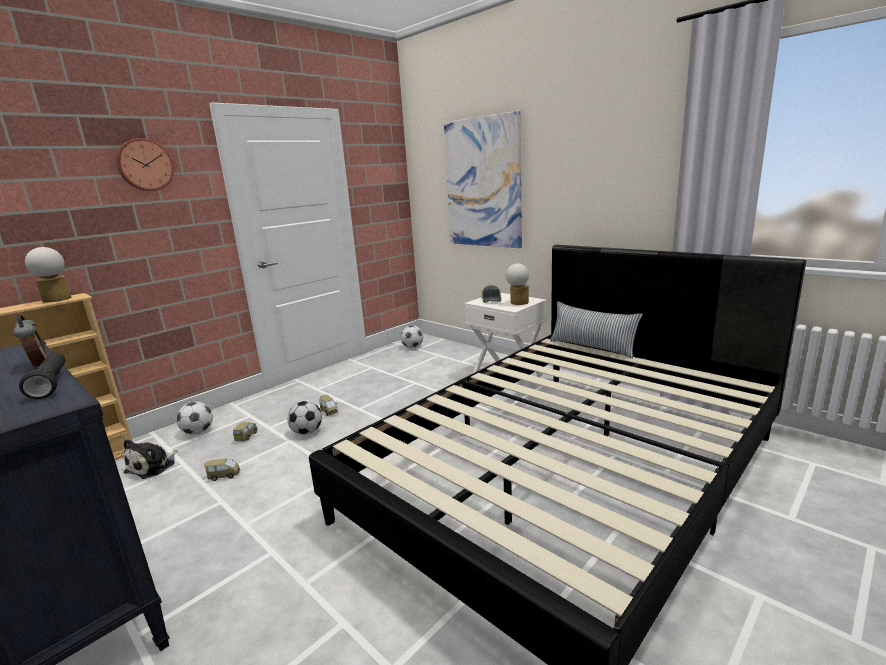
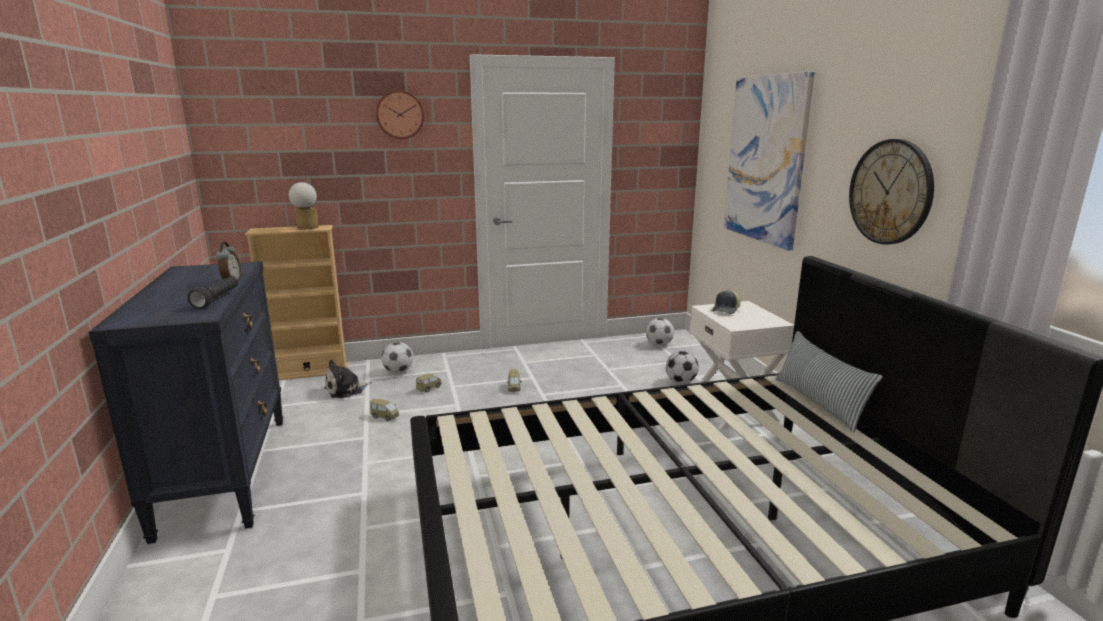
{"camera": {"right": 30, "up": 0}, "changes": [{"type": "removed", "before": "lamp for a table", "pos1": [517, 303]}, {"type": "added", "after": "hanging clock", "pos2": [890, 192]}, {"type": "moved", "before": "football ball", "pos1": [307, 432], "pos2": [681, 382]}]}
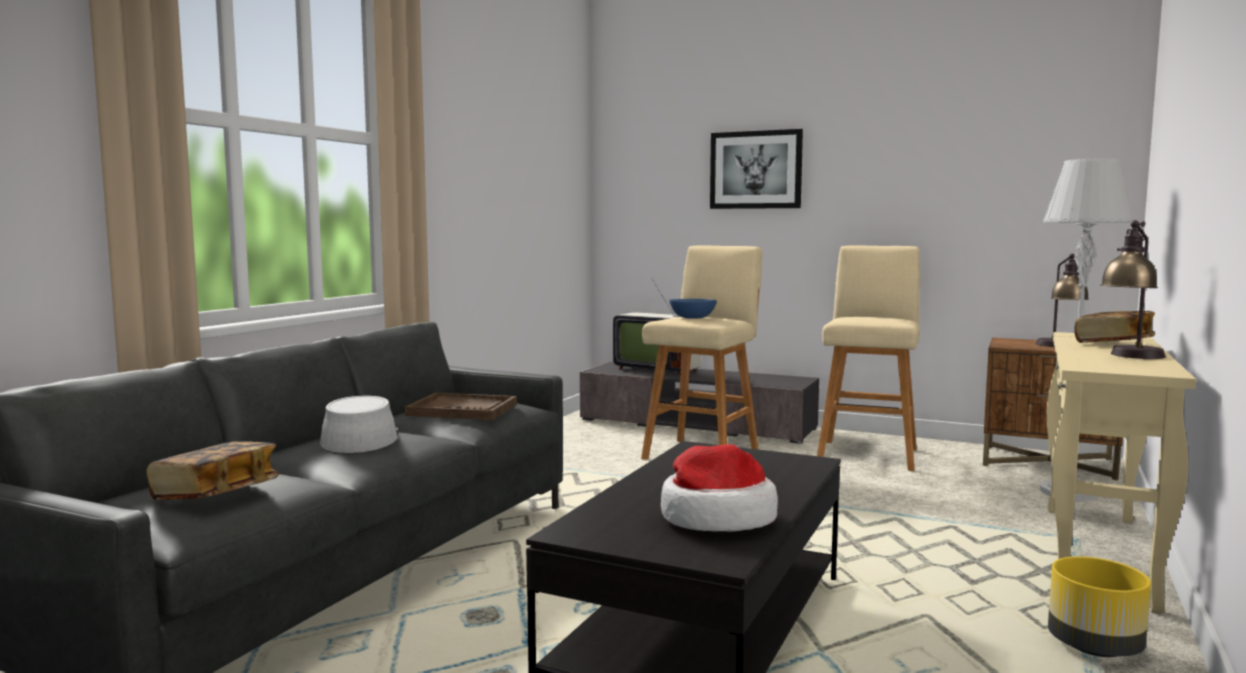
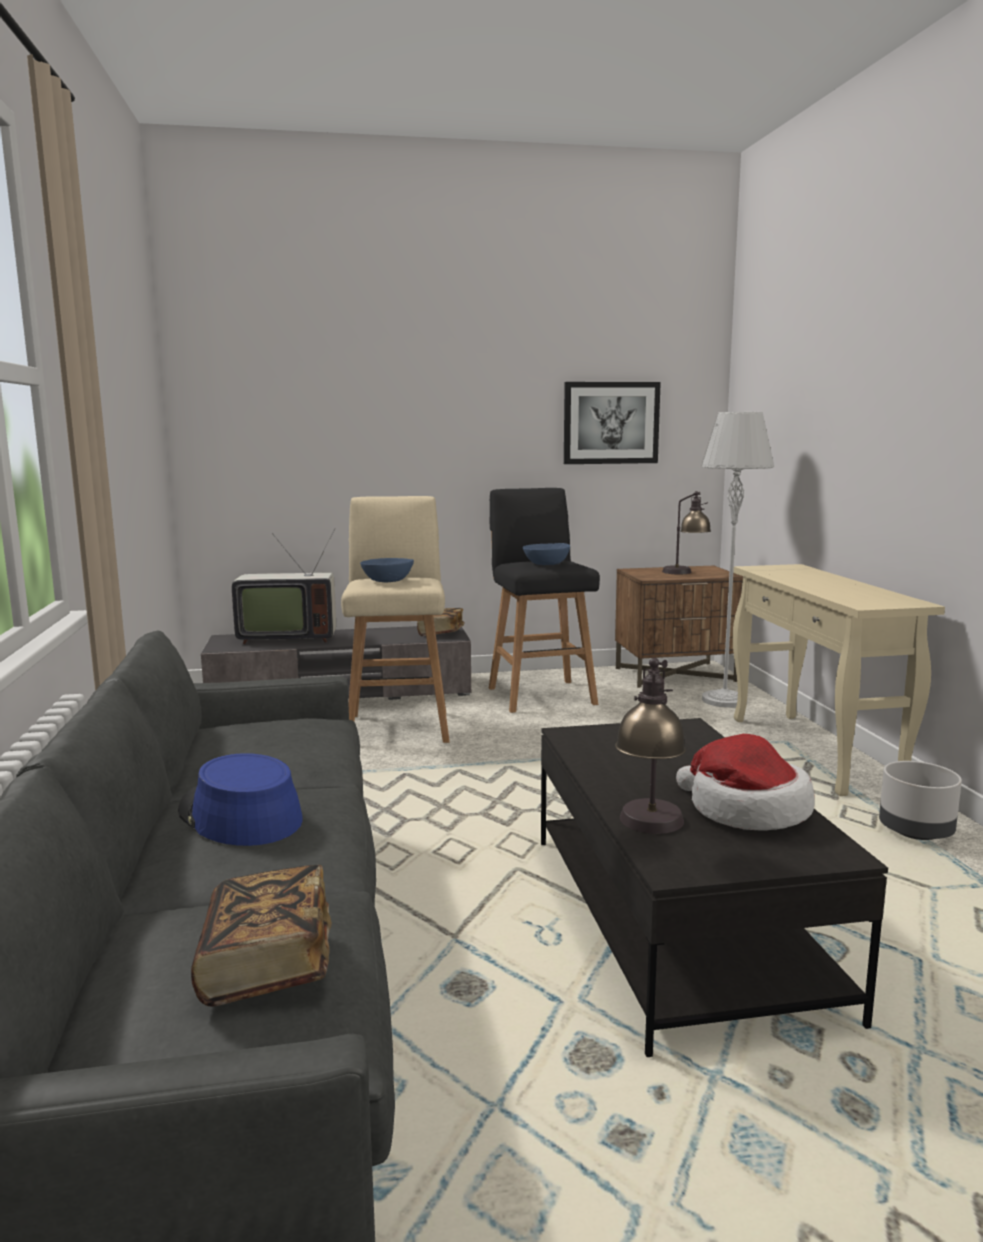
{"camera": {"right": -35, "up": 5}, "changes": [{"type": "removed", "before": "brownish carrying tray", "pos1": [463, 410]}, {"type": "added", "after": "bluish bowl", "pos2": [546, 564]}, {"type": "moved", "before": "wall art", "pos1": [755, 170], "pos2": [611, 423]}, {"type": "moved", "before": "volume", "pos1": [1113, 344], "pos2": [441, 633]}, {"type": "moved", "before": "lamp for a table", "pos1": [1130, 357], "pos2": [649, 830]}, {"type": "recoloured", "before": "greyish clothing hat", "after": "bluish clothing hat", "pos1": [360, 438], "pos2": [239, 815]}, {"type": "recoloured", "before": "beige stool", "after": "black-coloured stool", "pos1": [868, 454], "pos2": [540, 695]}, {"type": "recoloured", "before": "yellowish flower pot", "after": "greyish flower pot", "pos1": [1095, 648], "pos2": [916, 833]}]}
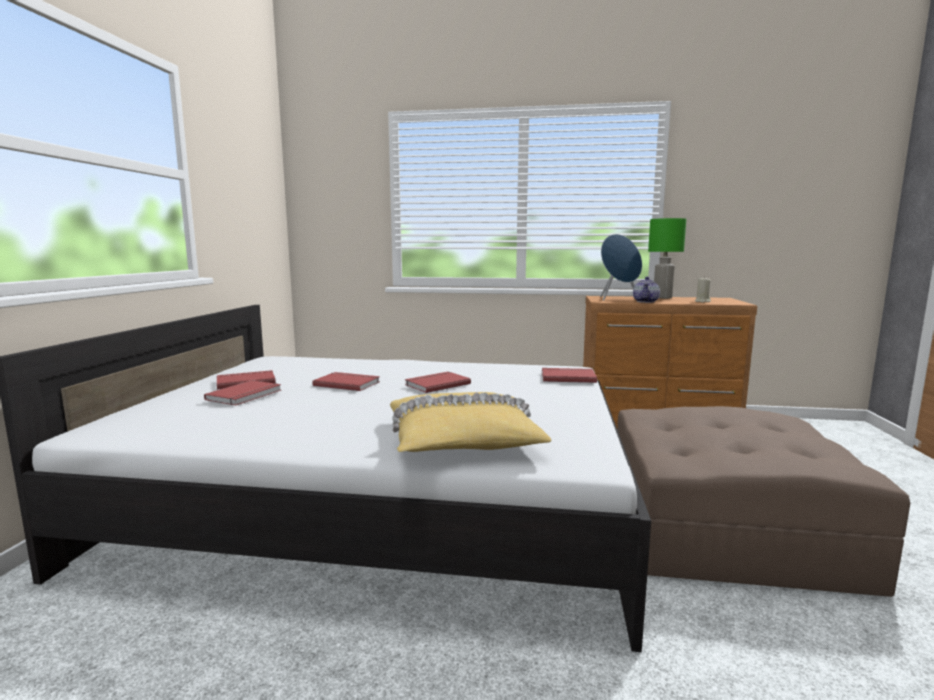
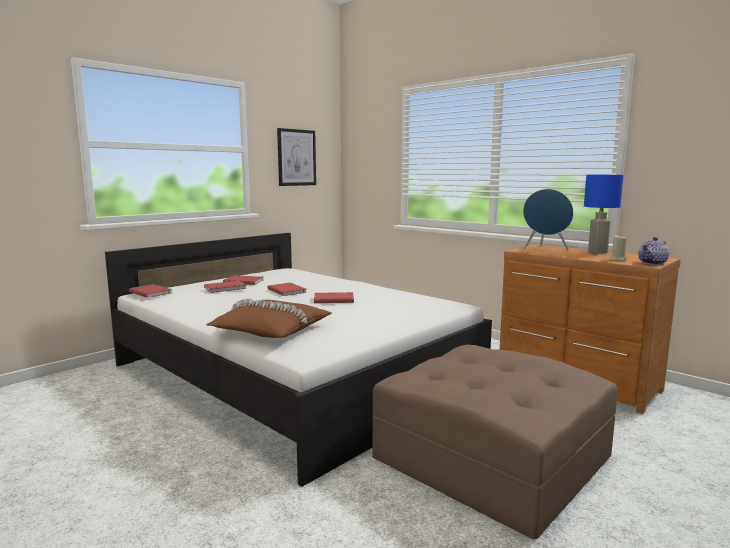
{"camera": {"right": 35, "up": 0}, "changes": [{"type": "added", "after": "wall art", "pos2": [296, 157]}, {"type": "moved", "before": "red-coloured volume", "pos1": [567, 377], "pos2": [151, 292]}, {"type": "moved", "before": "pot for tea", "pos1": [646, 301], "pos2": [653, 263]}, {"type": "recoloured", "before": "yellowish cushion", "after": "brownish cushion", "pos1": [463, 439], "pos2": [270, 330]}, {"type": "recoloured", "before": "green lamp for a table", "after": "bluish lamp for a table", "pos1": [663, 298], "pos2": [598, 252]}]}
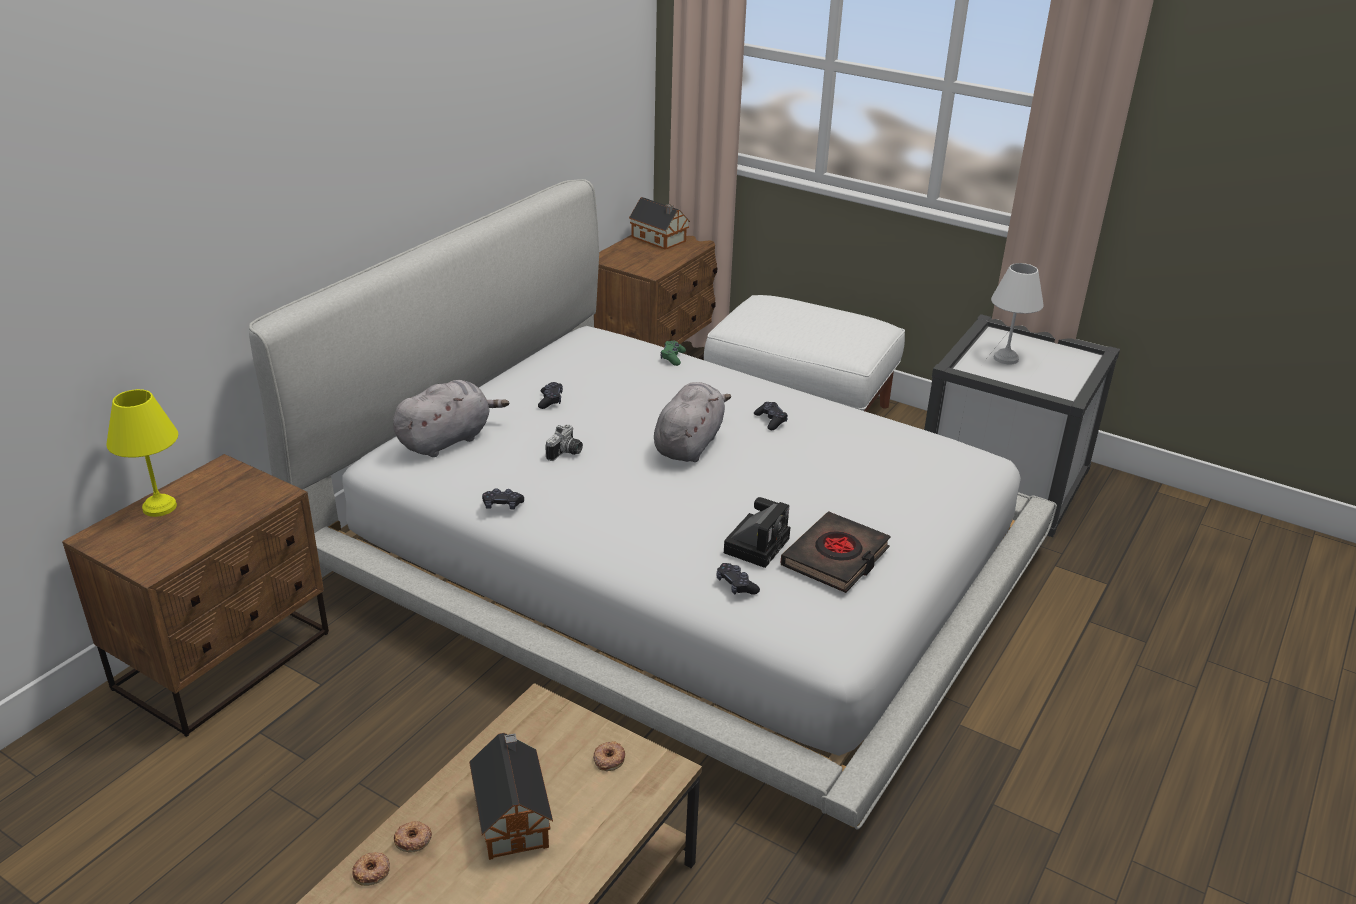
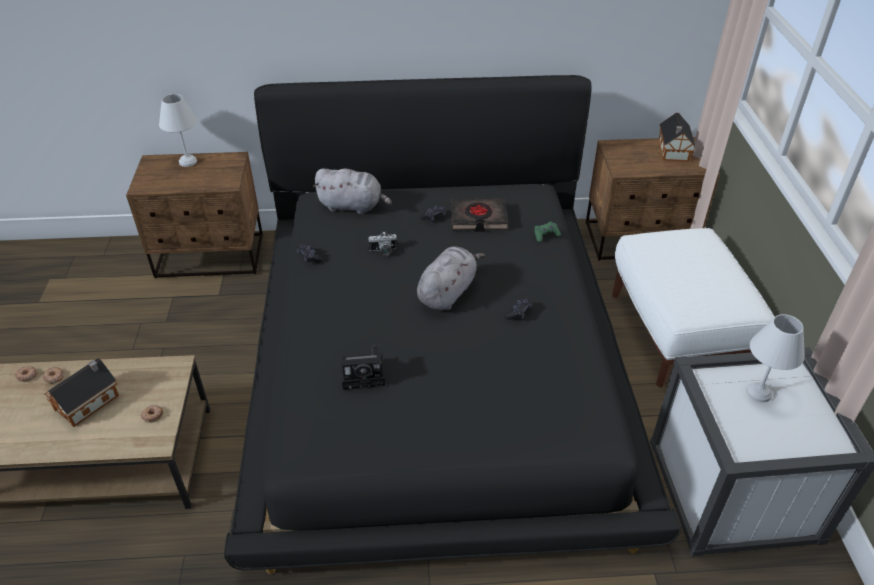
{"camera": {"right": 55, "up": 10}, "changes": [{"type": "removed", "before": "black-coloured joypad", "pos1": [736, 585]}, {"type": "moved", "before": "black-coloured volume", "pos1": [836, 558], "pos2": [478, 218]}, {"type": "recoloured", "before": "yellowish lamp for a table", "after": "white lamp for a table", "pos1": [158, 507], "pos2": [187, 161]}, {"type": "recoloured", "before": "white bedroom bed", "after": "black-coloured bedroom bed", "pos1": [674, 562], "pos2": [437, 363]}, {"type": "turned", "before": "greyish soft toy", "pos1": [689, 444], "pos2": [447, 292], "turn": -45}]}
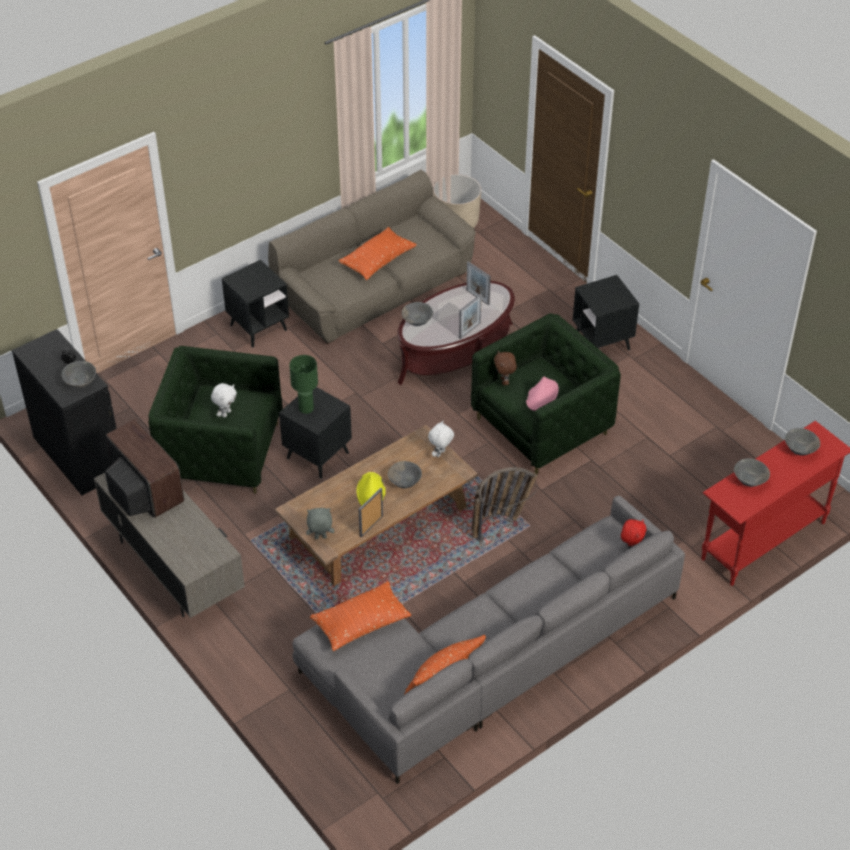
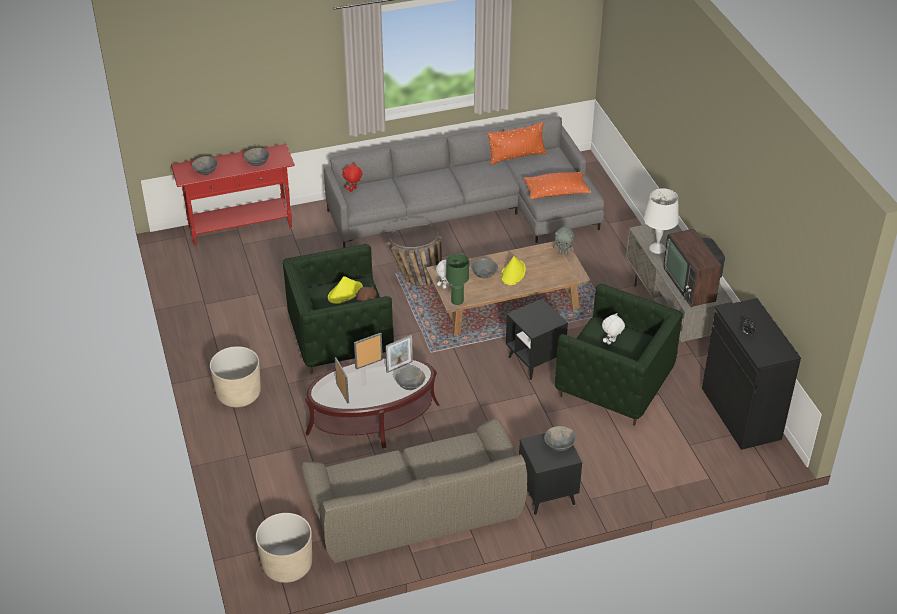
{"camera": {"right": -160, "up": -5}, "changes": [{"type": "removed", "before": "orangey cushion", "pos1": [378, 261]}, {"type": "added", "after": "white lamp for a table", "pos2": [657, 248]}, {"type": "moved", "before": "greyish bowl", "pos1": [80, 381], "pos2": [560, 445]}, {"type": "moved", "before": "green lamp for a table", "pos1": [306, 408], "pos2": [457, 301]}, {"type": "moved", "before": "standing frame", "pos1": [371, 526], "pos2": [399, 366]}, {"type": "replaced", "before": "black-coloured side table", "after": "beige flower pot", "pos1": [602, 342], "pos2": [238, 394]}, {"type": "recoloured", "before": "pink clothing hat", "after": "yellowish clothing hat", "pos1": [542, 395], "pos2": [345, 293]}]}
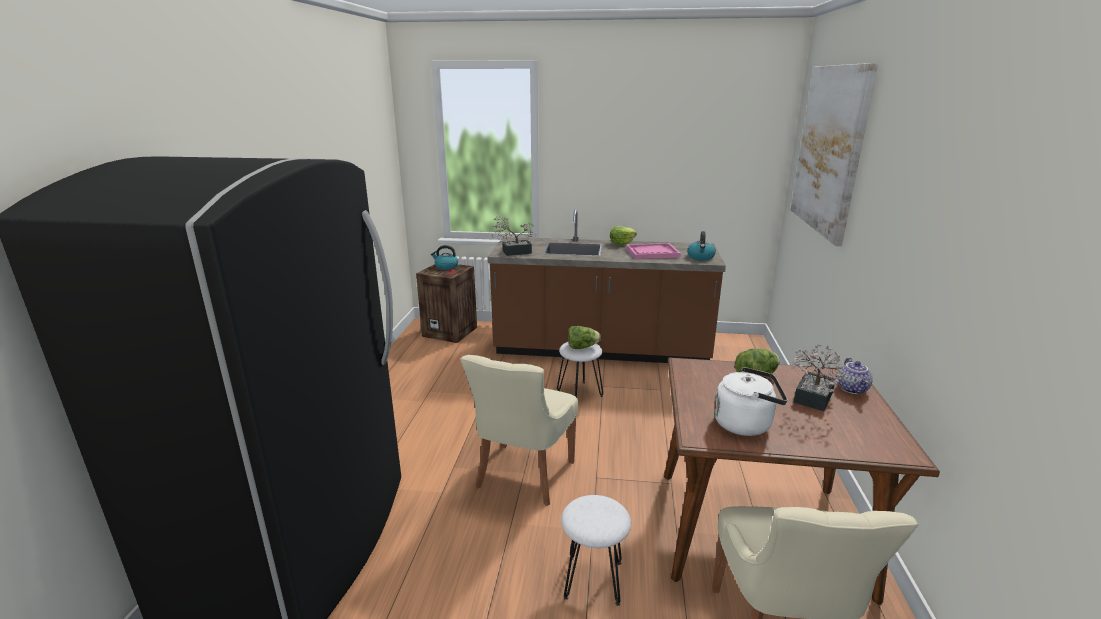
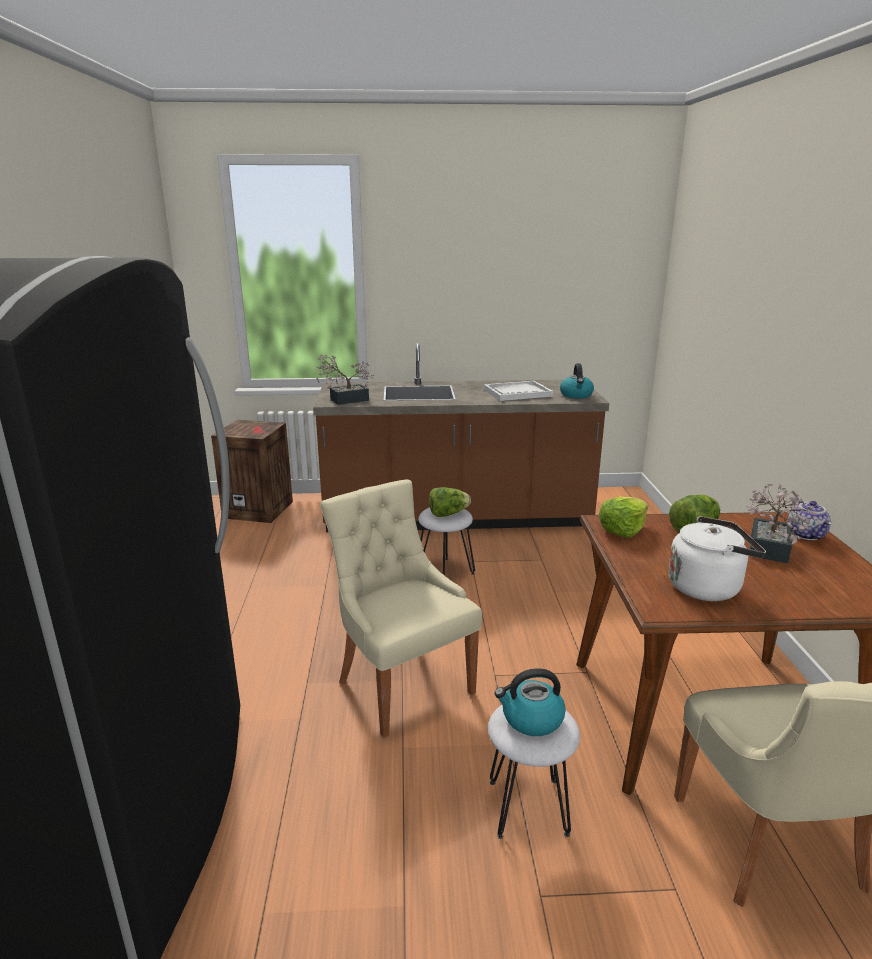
{"camera": {"right": -10, "up": 0}, "changes": [{"type": "removed", "before": "wall art", "pos1": [829, 149]}, {"type": "moved", "before": "water kettle", "pos1": [446, 267], "pos2": [531, 719]}, {"type": "moved", "before": "head of lettuce", "pos1": [622, 243], "pos2": [622, 529]}, {"type": "recoloured", "before": "pink carrying tray", "after": "white carrying tray", "pos1": [652, 253], "pos2": [517, 393]}, {"type": "turned", "before": "beige chair", "pos1": [523, 476], "pos2": [402, 684], "turn": 135}]}
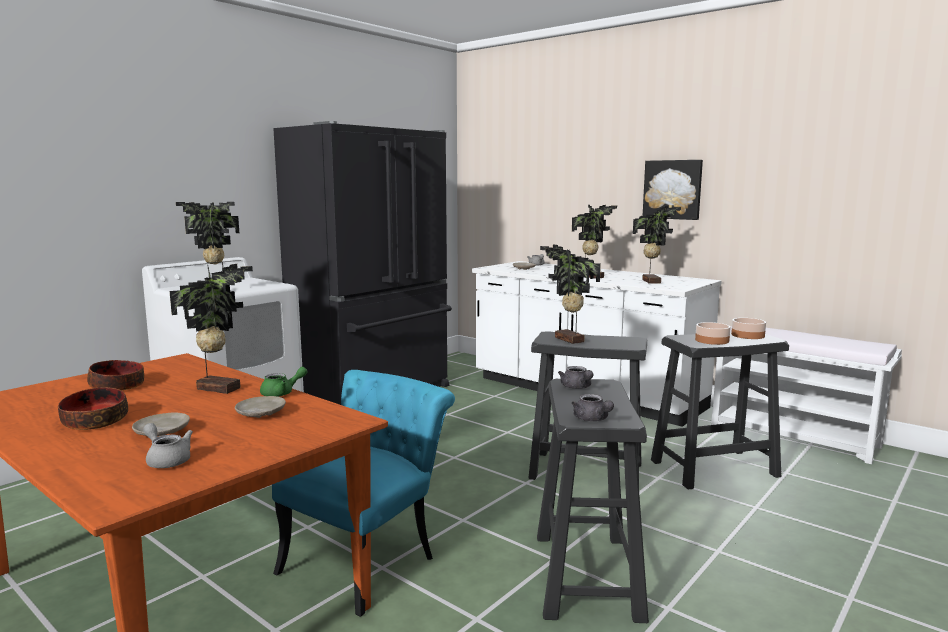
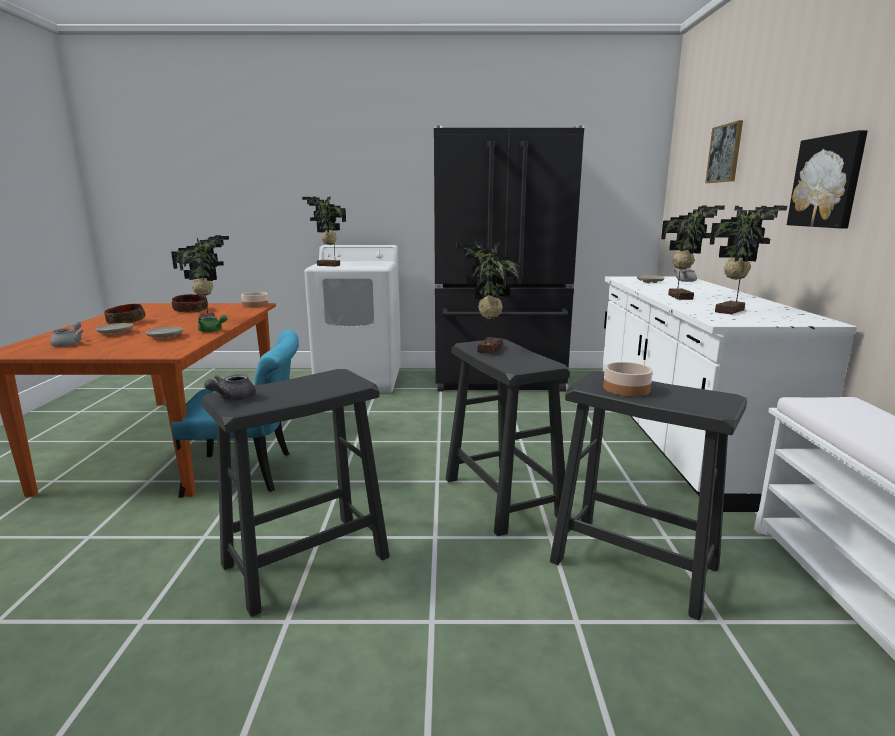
{"camera": {"right": 50, "up": 5}, "changes": [{"type": "removed", "before": "greyish pot for tea", "pos1": [577, 387]}, {"type": "added", "after": "wall art", "pos2": [725, 153]}, {"type": "moved", "before": "bowl", "pos1": [747, 335], "pos2": [255, 305]}]}
